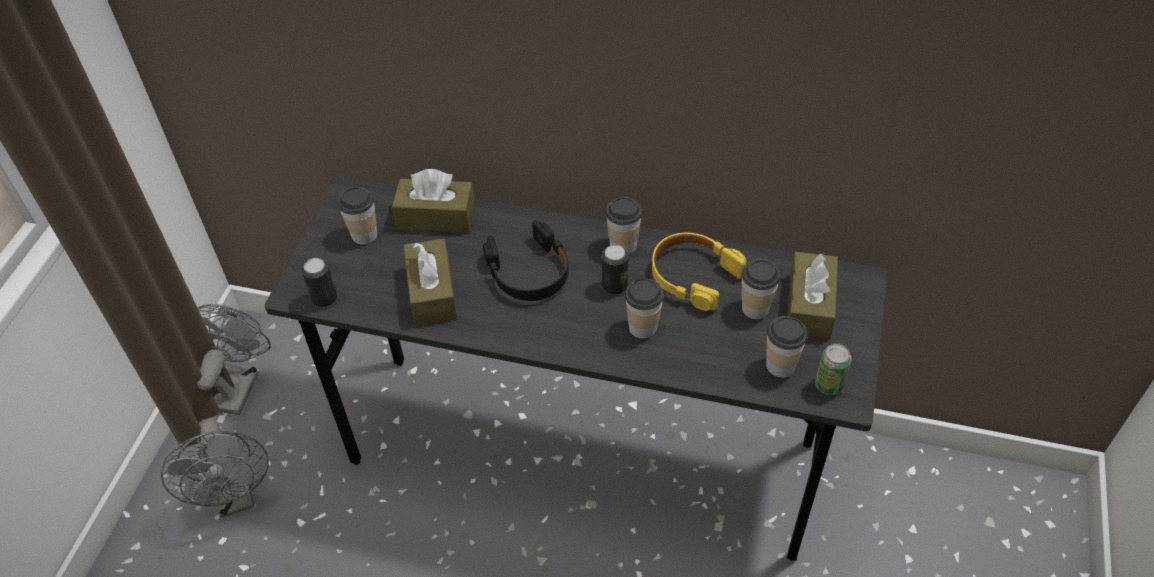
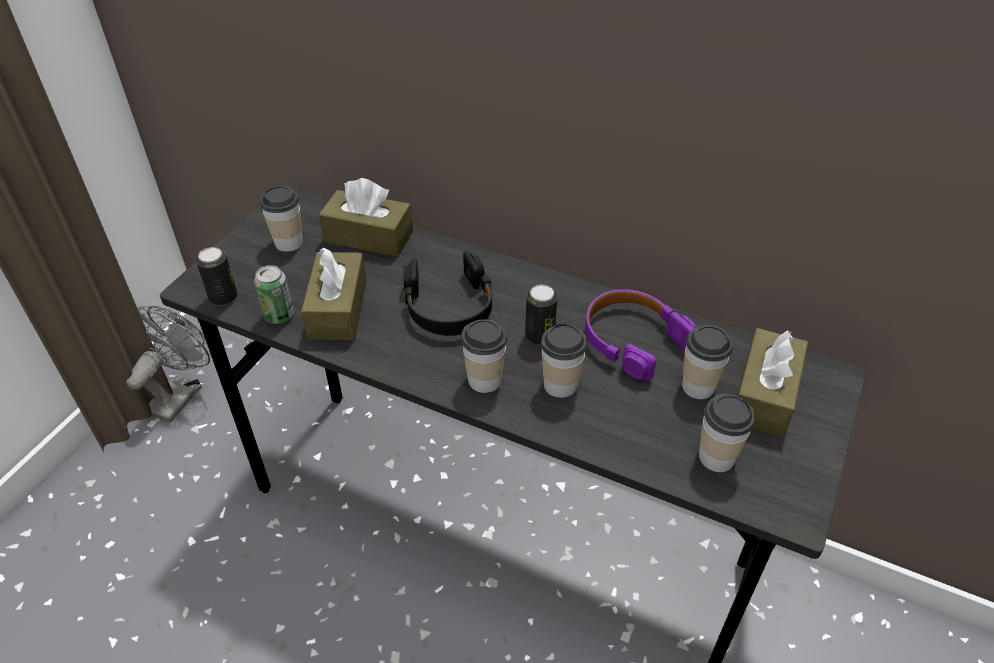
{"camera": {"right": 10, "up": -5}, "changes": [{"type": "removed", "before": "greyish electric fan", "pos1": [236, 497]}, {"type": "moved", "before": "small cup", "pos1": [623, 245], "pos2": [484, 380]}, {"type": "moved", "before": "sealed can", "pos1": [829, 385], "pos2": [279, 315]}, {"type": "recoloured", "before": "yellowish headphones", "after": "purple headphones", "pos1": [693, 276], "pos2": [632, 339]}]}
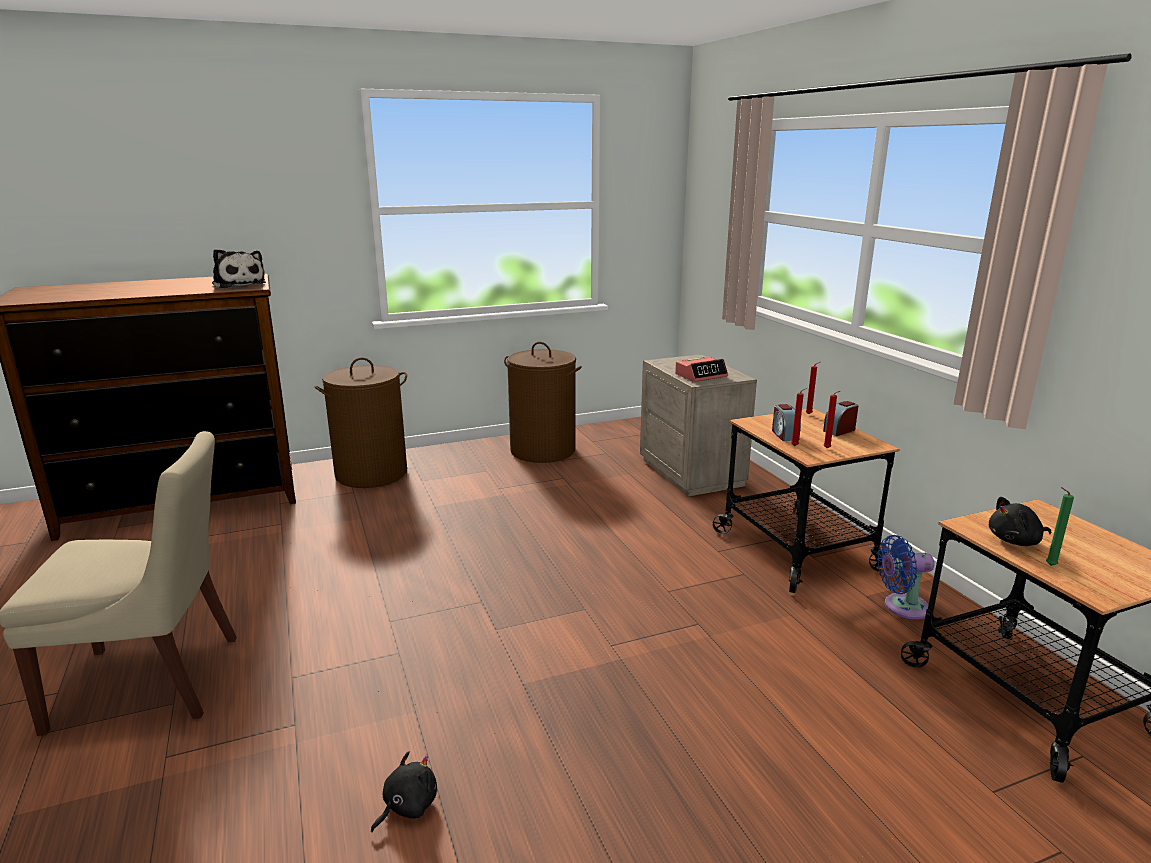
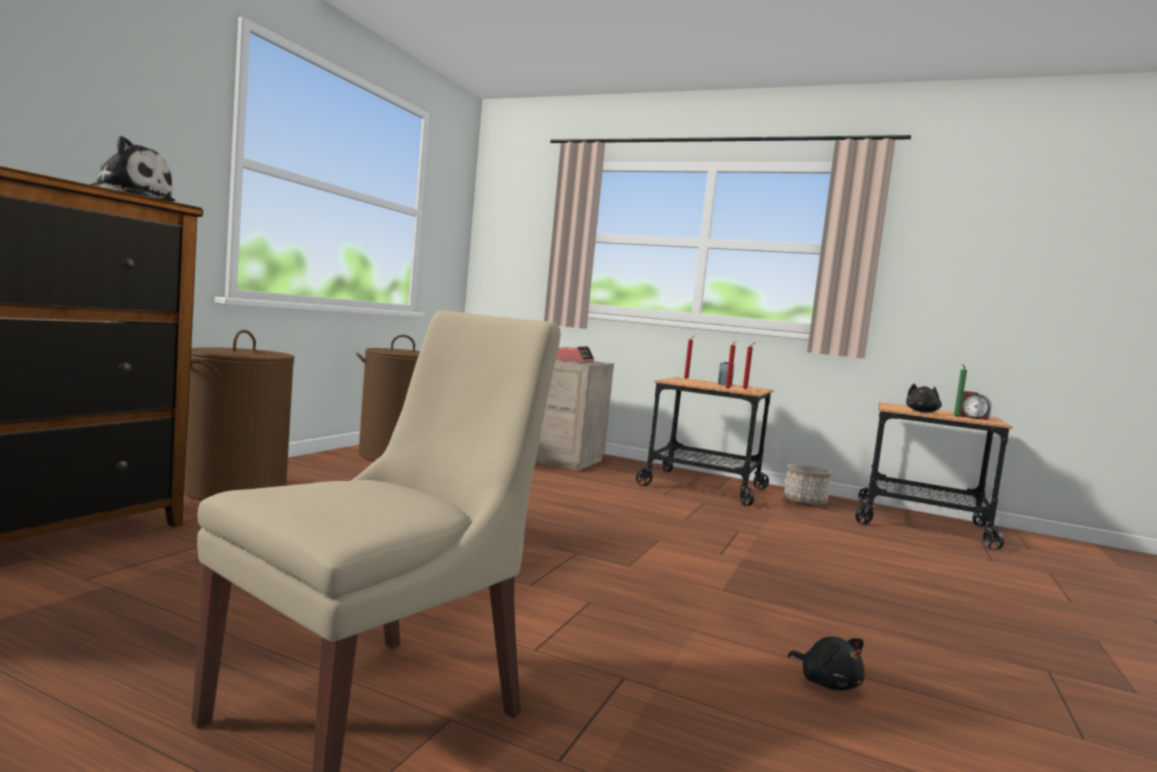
{"camera": {"right": -45, "up": -15}, "changes": [{"type": "moved", "before": "alarm clock", "pos1": [784, 435], "pos2": [972, 417]}, {"type": "replaced", "before": "bluish electric fan", "after": "flower pot", "pos1": [901, 607], "pos2": [805, 502]}, {"type": "turned", "before": "black-coloured soft toy", "pos1": [407, 806], "pos2": [827, 683], "turn": 150}]}
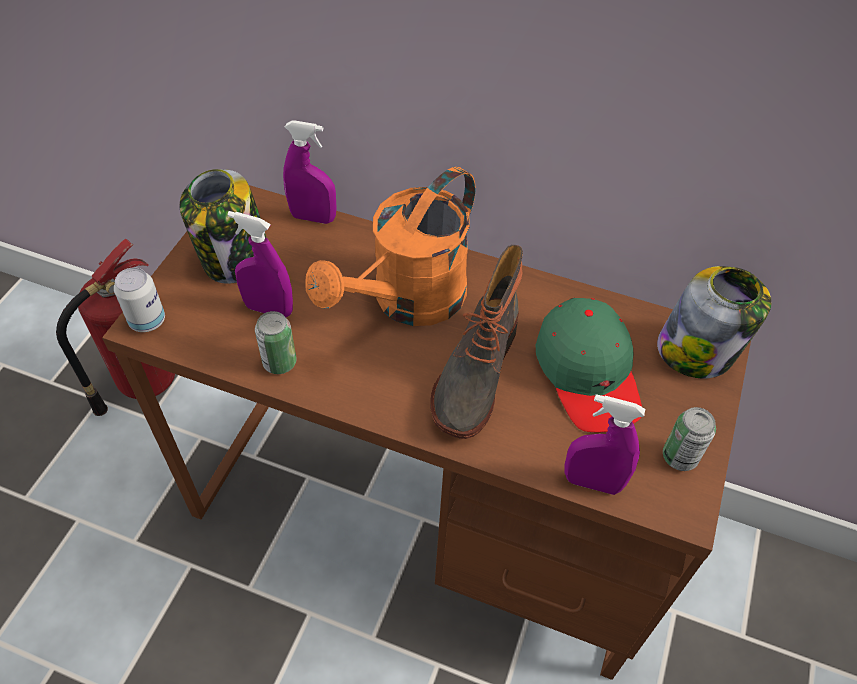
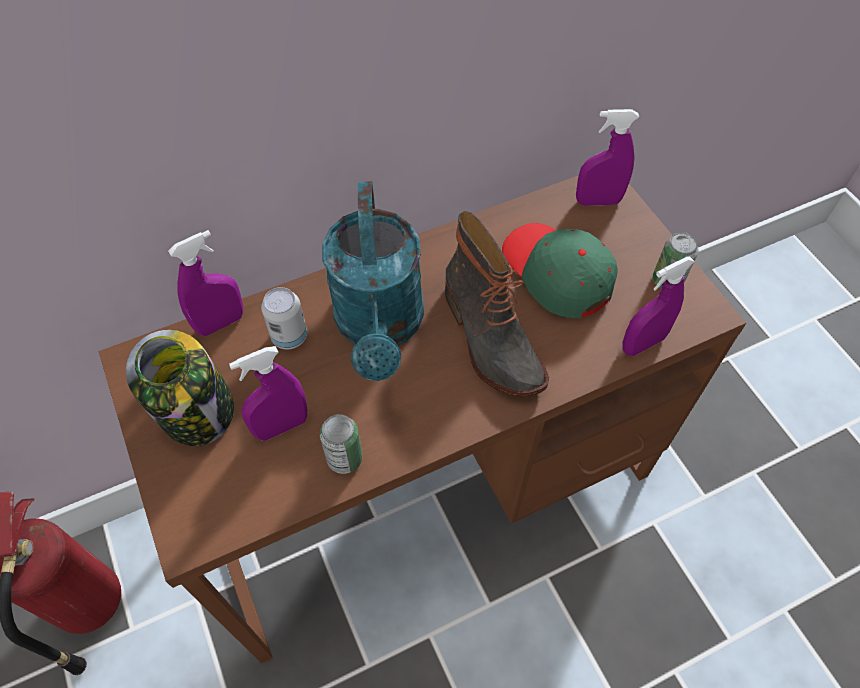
{"camera": {"right": -45, "up": 5}, "changes": [{"type": "moved", "before": "sealed can", "pos1": [147, 321], "pos2": [289, 336]}, {"type": "replaced", "before": "storage jar", "after": "purple hand sprayer", "pos1": [697, 351], "pos2": [598, 201]}, {"type": "recoloured", "before": "orangey sprinkling can", "after": "blue-green sprinkling can", "pos1": [408, 302], "pos2": [380, 327]}, {"type": "turned", "before": "green peaked cap", "pos1": [588, 373], "pos2": [556, 273], "turn": -150}]}
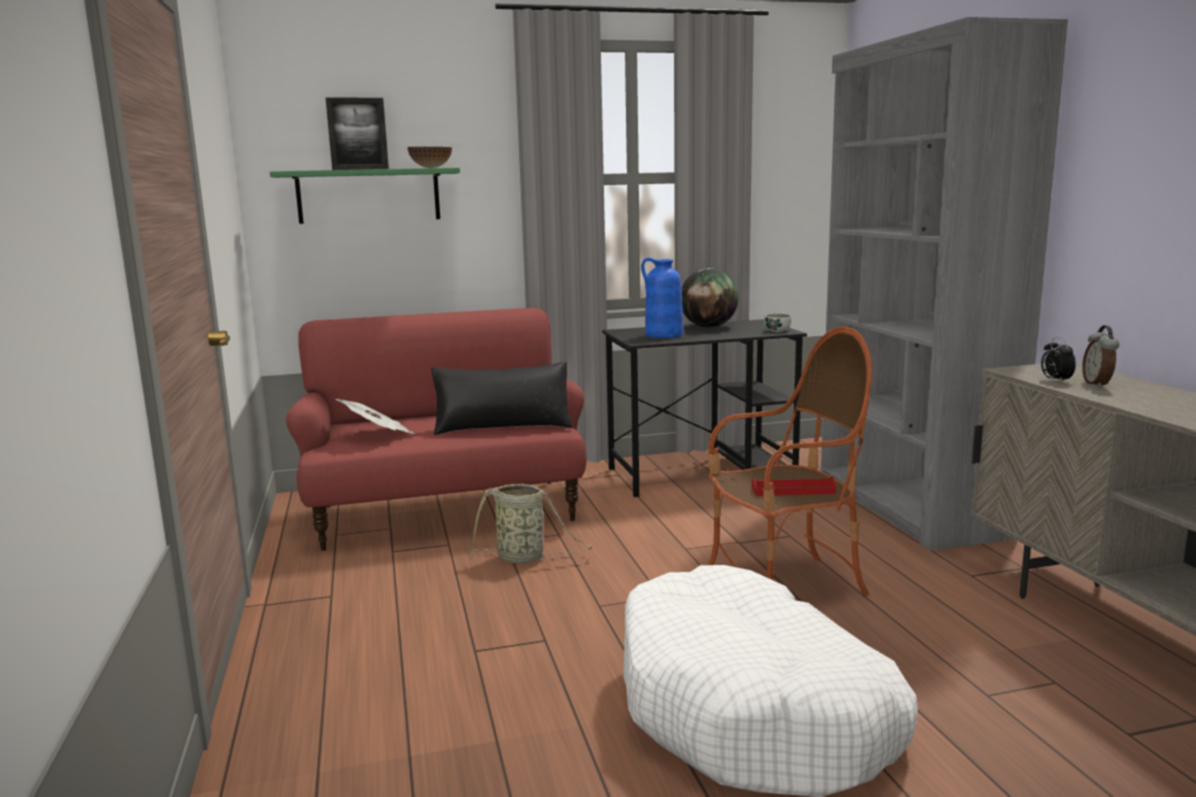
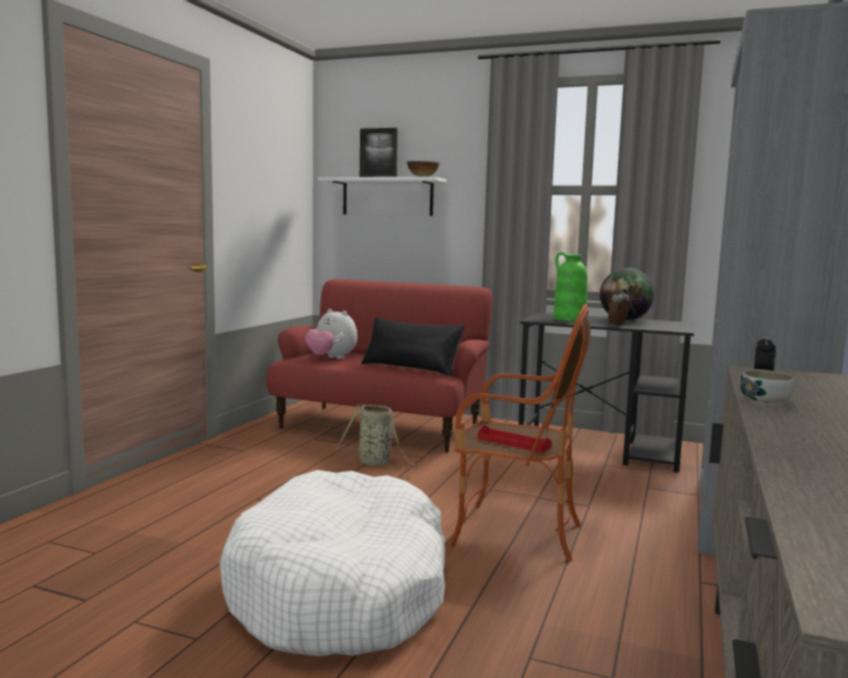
{"camera": {"right": 35, "up": -5}, "changes": [{"type": "moved", "before": "bowl", "pos1": [777, 330], "pos2": [765, 402]}, {"type": "moved", "before": "alarm clock", "pos1": [1098, 384], "pos2": [618, 325]}, {"type": "replaced", "before": "newspaper", "after": "soft toy", "pos1": [378, 435], "pos2": [331, 358]}, {"type": "recoloured", "before": "green bracket shelf", "after": "white bracket shelf", "pos1": [368, 196], "pos2": [387, 197]}, {"type": "recoloured", "before": "bluish vase", "after": "green vase", "pos1": [663, 335], "pos2": [568, 319]}]}
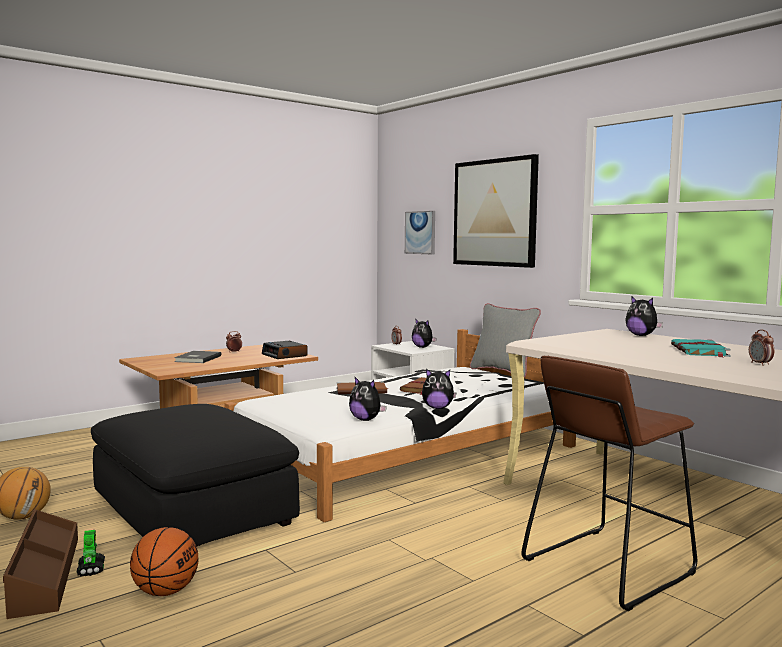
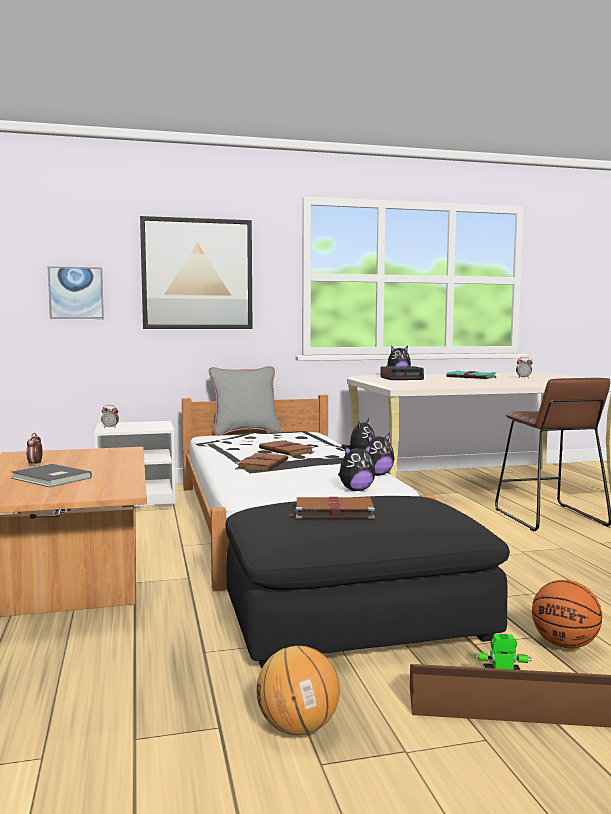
{"camera": {"right": -65, "up": 0}, "changes": [{"type": "added", "after": "brownish volume", "pos2": [332, 511]}, {"type": "moved", "before": "alarm clock", "pos1": [285, 355], "pos2": [402, 378]}, {"type": "moved", "before": "soft toy", "pos1": [423, 347], "pos2": [356, 490]}]}
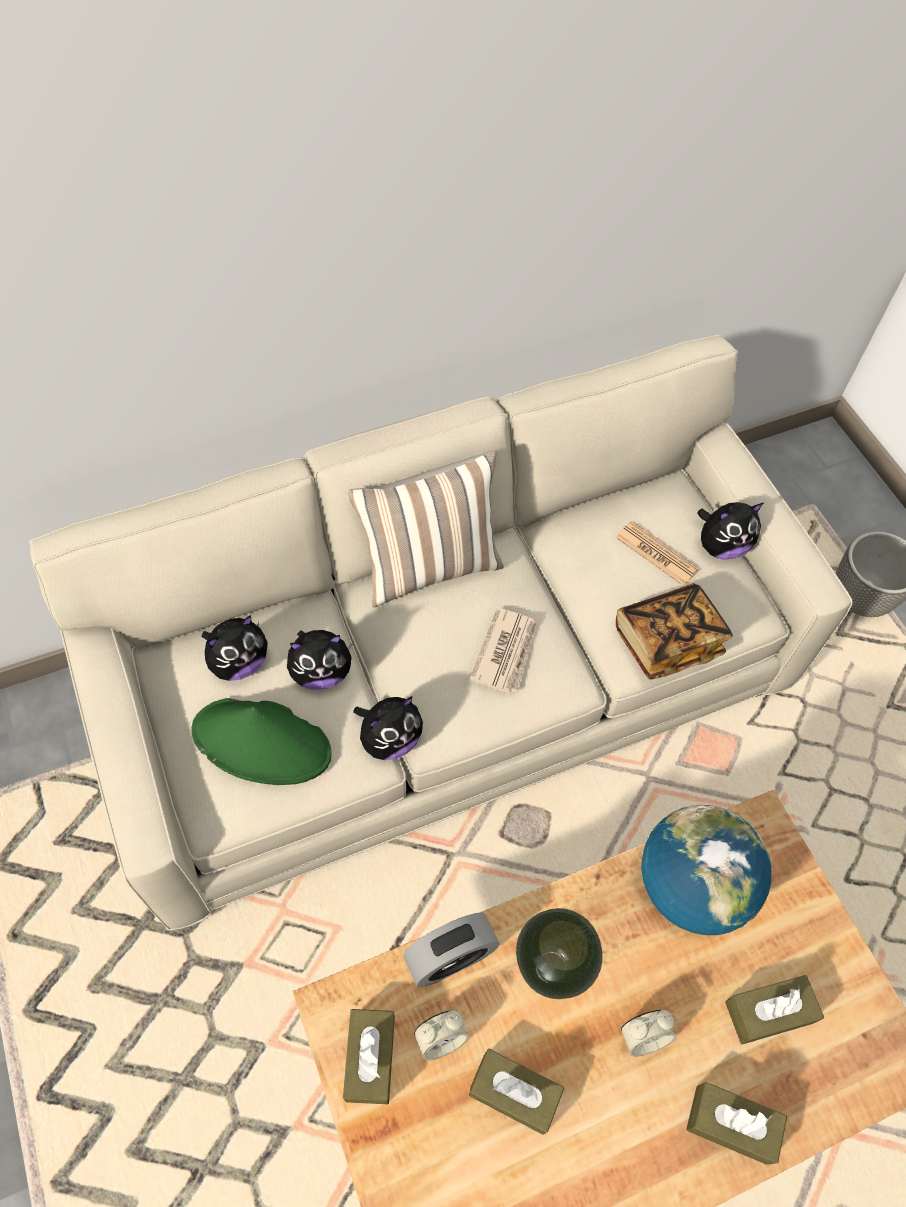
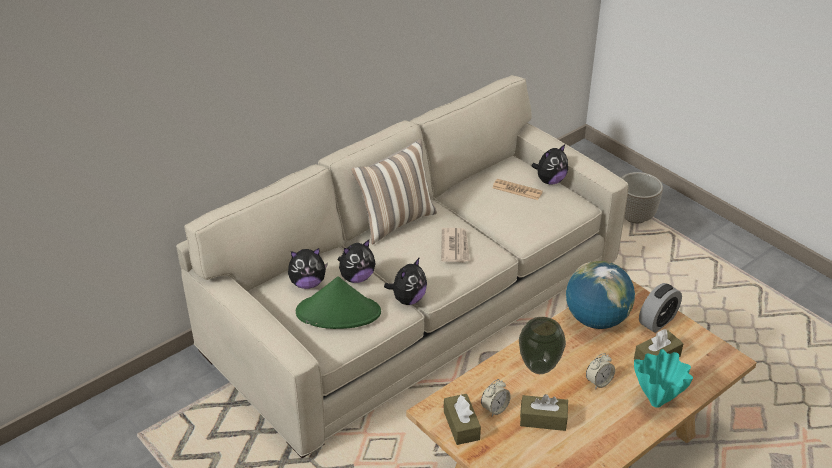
{"camera": {"right": -15, "up": -20}, "changes": [{"type": "removed", "before": "volume", "pos1": [667, 641]}, {"type": "moved", "before": "alarm clock", "pos1": [450, 957], "pos2": [657, 321]}, {"type": "replaced", "before": "brownish tissue holder", "after": "blue-green vase", "pos1": [731, 1124], "pos2": [657, 403]}, {"type": "turned", "before": "soft toy", "pos1": [239, 662], "pos2": [308, 283], "turn": 45}]}
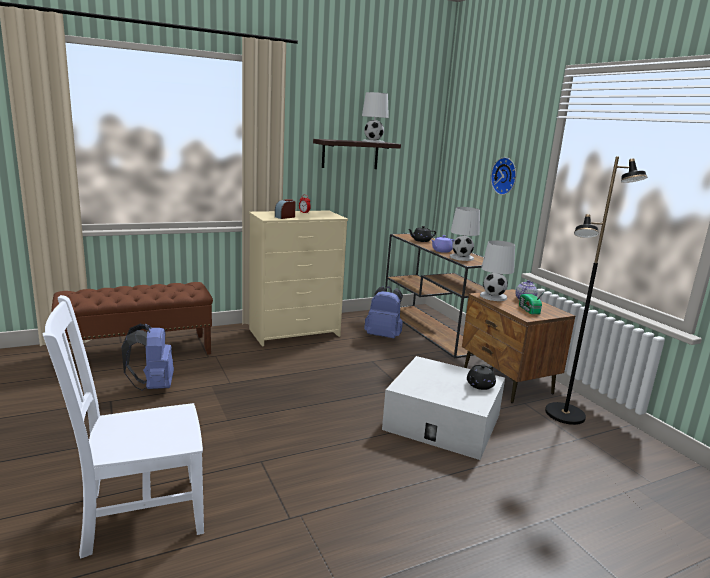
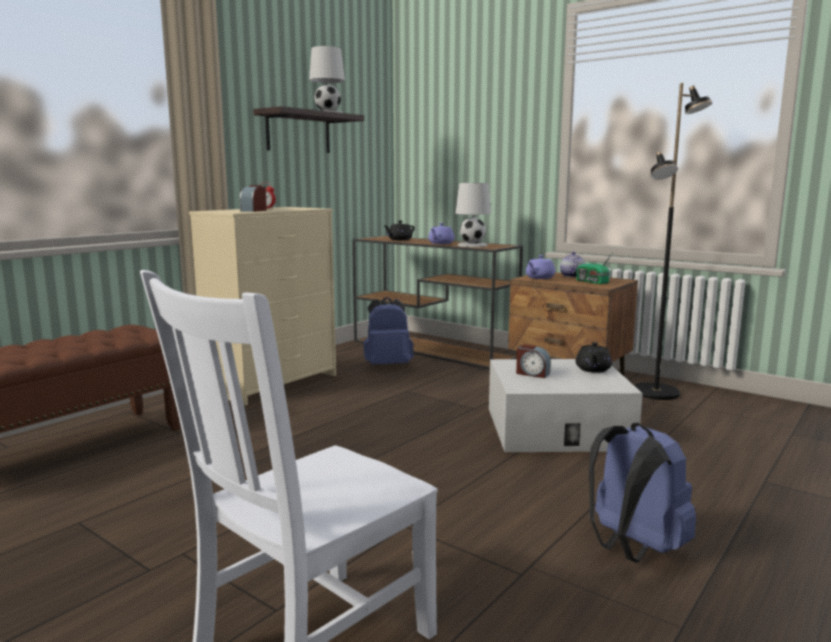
{"camera": {"right": -25, "up": -5}, "changes": [{"type": "removed", "before": "hanging clock", "pos1": [505, 176]}, {"type": "added", "after": "alarm clock", "pos2": [532, 374]}, {"type": "moved", "before": "bluish knapsack", "pos1": [153, 386], "pos2": [633, 548]}, {"type": "replaced", "before": "white lamp for a table", "after": "purple pot for tea", "pos1": [493, 296], "pos2": [539, 278]}]}
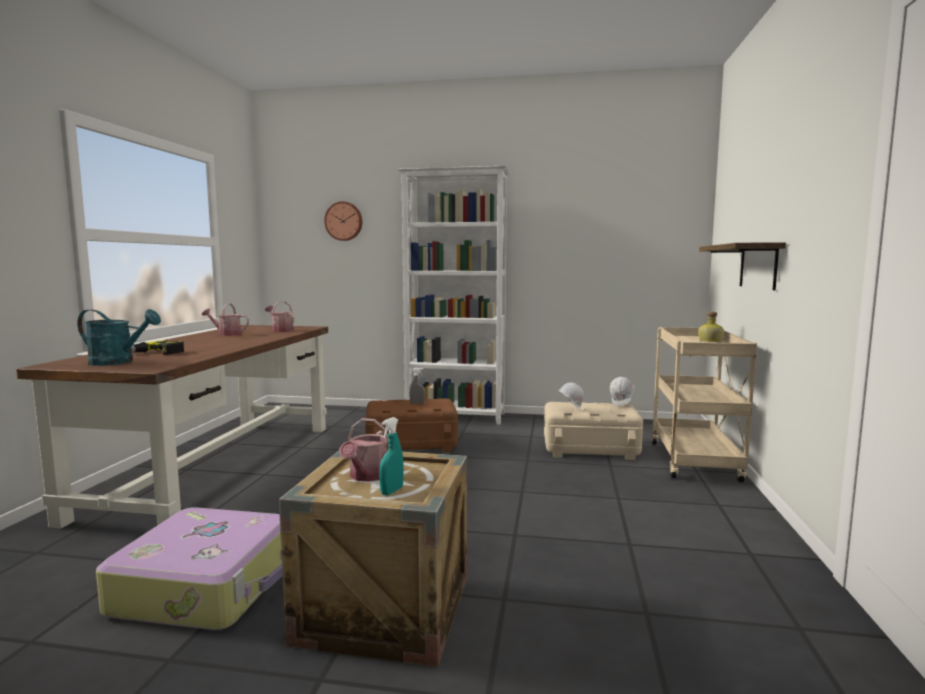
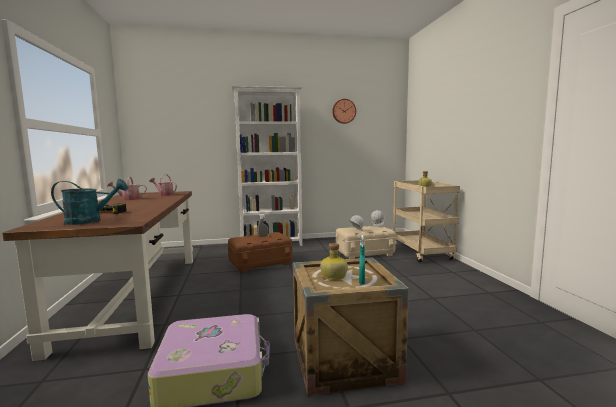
{"camera": {"right": -20, "up": 0}, "changes": [{"type": "removed", "before": "bracket shelf", "pos1": [758, 266]}, {"type": "moved", "before": "hanging clock", "pos1": [344, 221], "pos2": [343, 111]}, {"type": "replaced", "before": "sprinkling can", "after": "bottle", "pos1": [367, 476], "pos2": [333, 276]}]}
